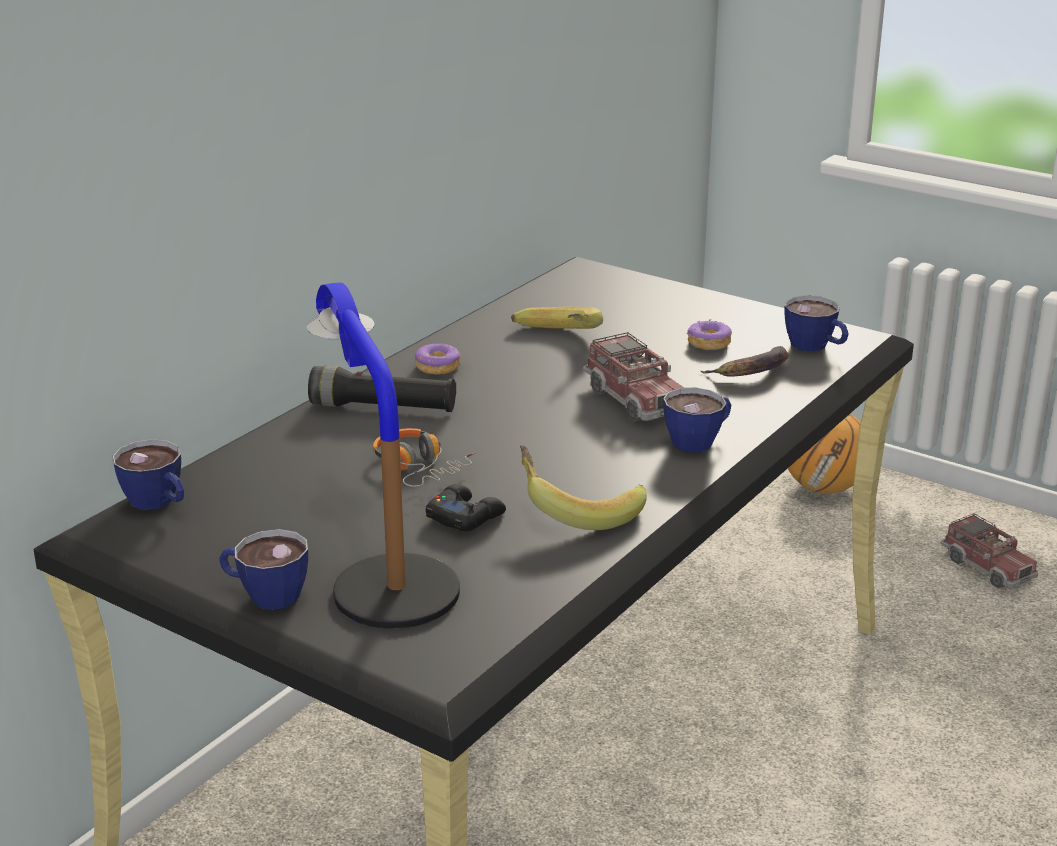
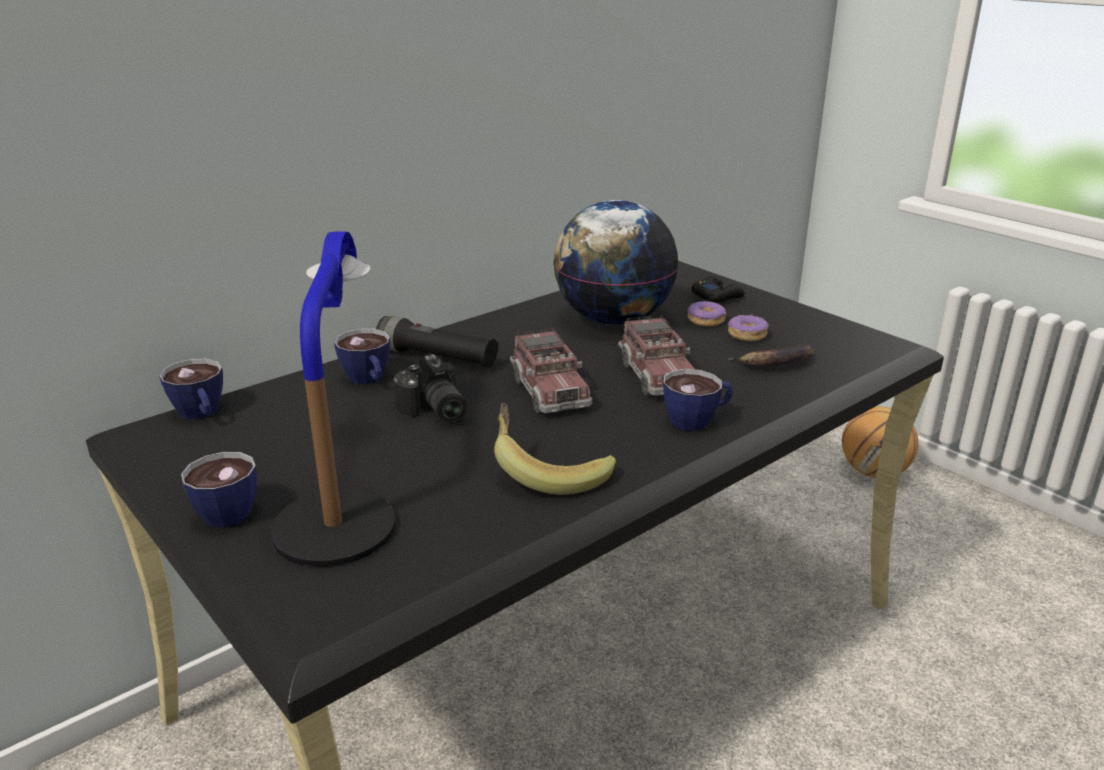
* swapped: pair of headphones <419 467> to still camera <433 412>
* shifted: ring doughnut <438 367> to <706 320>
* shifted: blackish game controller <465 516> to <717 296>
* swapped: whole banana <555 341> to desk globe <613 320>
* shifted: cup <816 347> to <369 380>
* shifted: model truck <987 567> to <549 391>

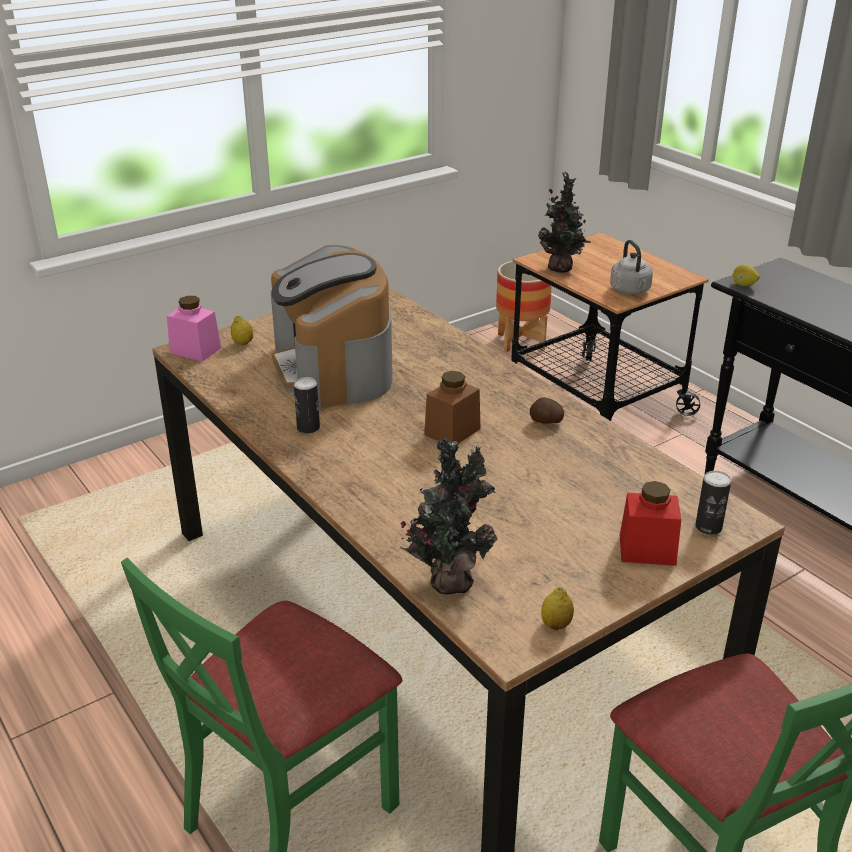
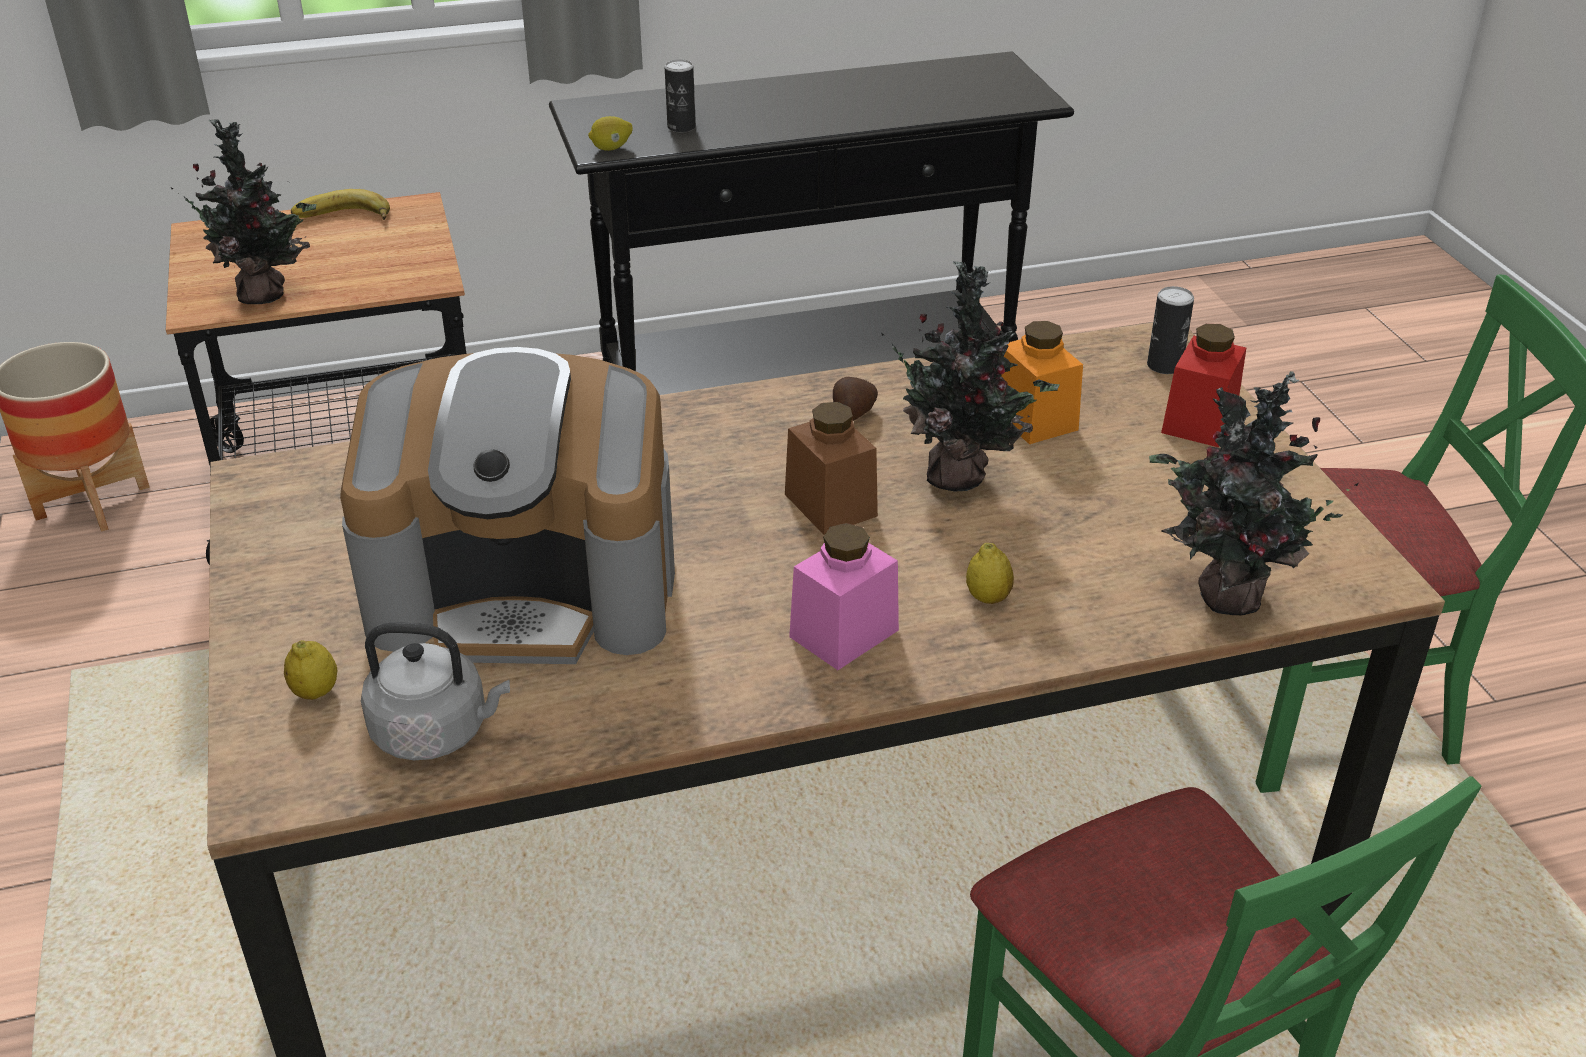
* shifted: pinkish preserve jar <195 350> to <844 633>
* shifted: sealed can <308 428> to <681 127>
* shifted: citrus fruit <556 624> to <988 598>
* shifted: greyish tea kettle <631 291> to <436 732>
* new: whole banana <343 218>
* new: potted plant <961 477>
* new: orange-coloured preserve jar <1034 419>

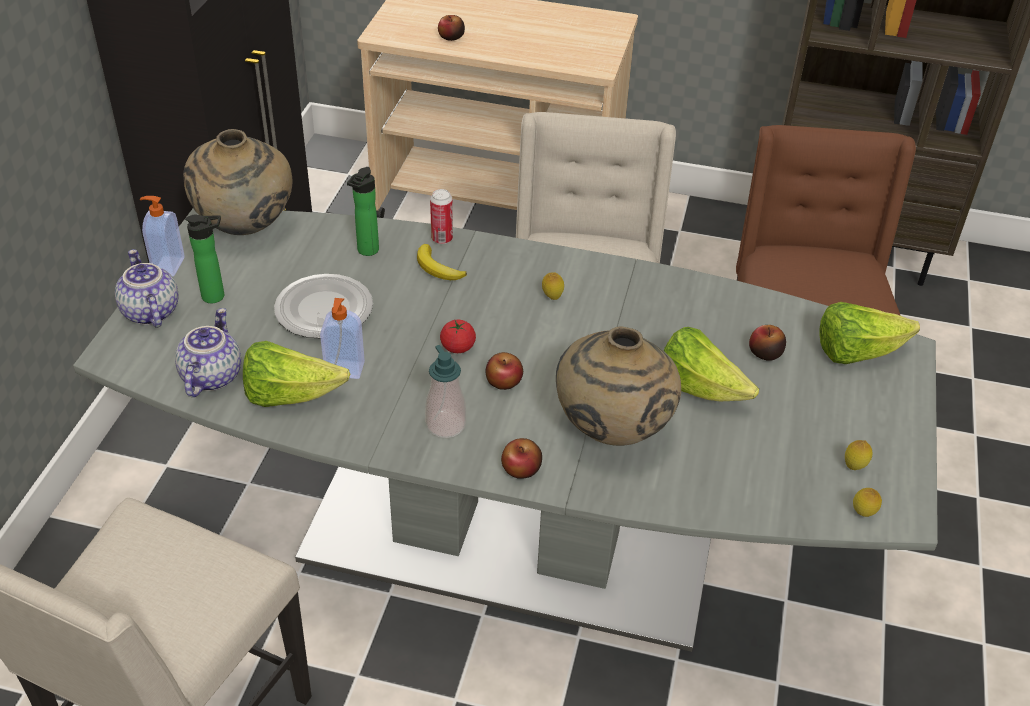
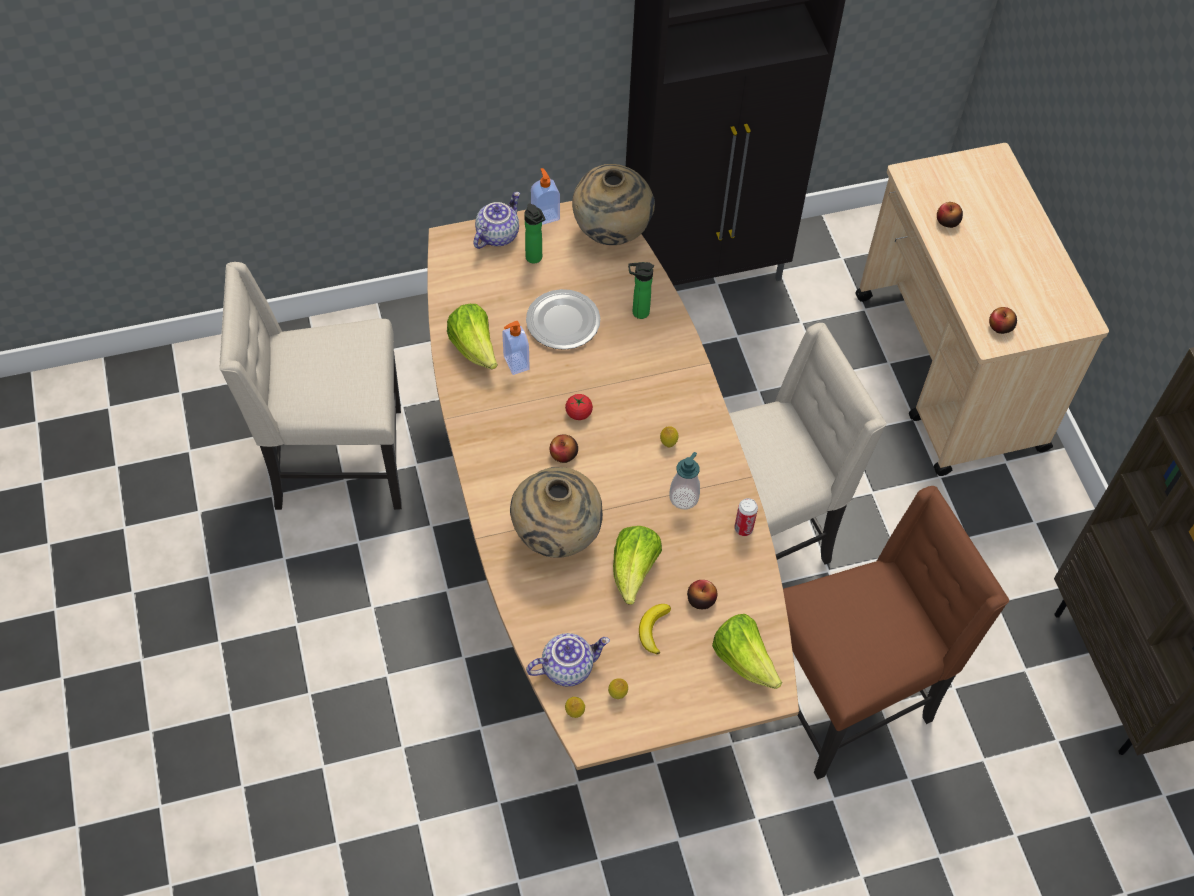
* repainted: greyish kitchen table <507 540> to brown kitchen table <592 556>
* shifted: tea pot <210 376> to <567 666>
* shifted: whole banana <437 268> to <653 629>
* shifted: liquid soap bottle <445 425> to <683 497>
* shifted: sealed can <442 239> to <743 528>
* shifted: whole apple <521 469> to <1000 327>

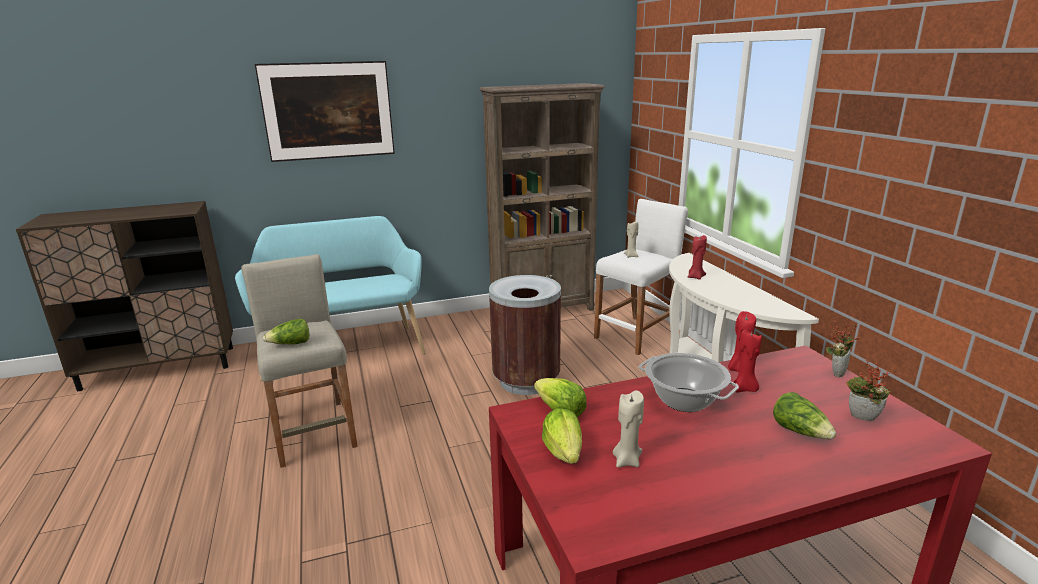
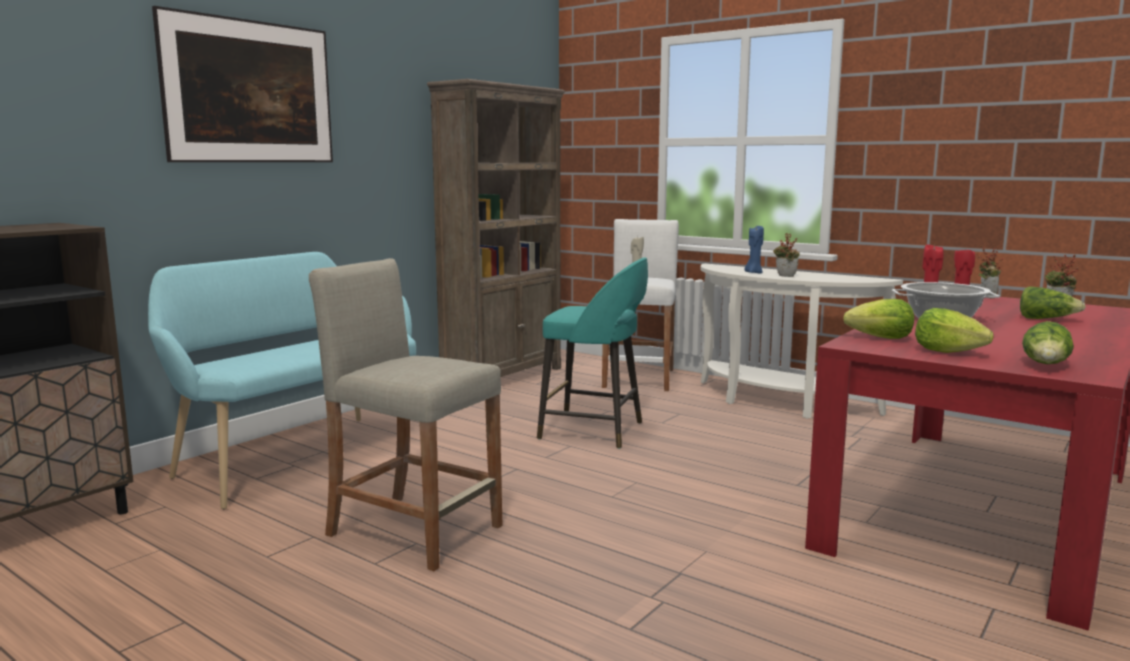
* shifted: lettuce head <291 344> to <1046 366>
* swapped: brown trash can <526 381> to blue-green stool seat <594 431>
* gone: sand-coloured wax candle <627 460>
* repainted: red wax candle <695 277> to blue wax candle <753 272>
* new: potted plant <784 276>

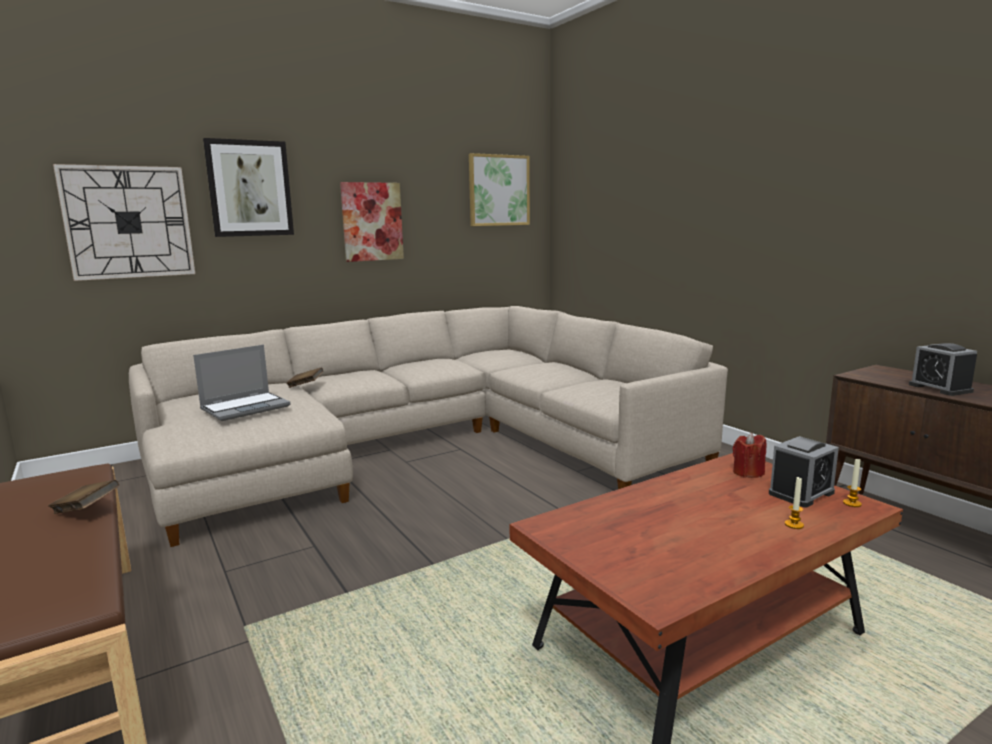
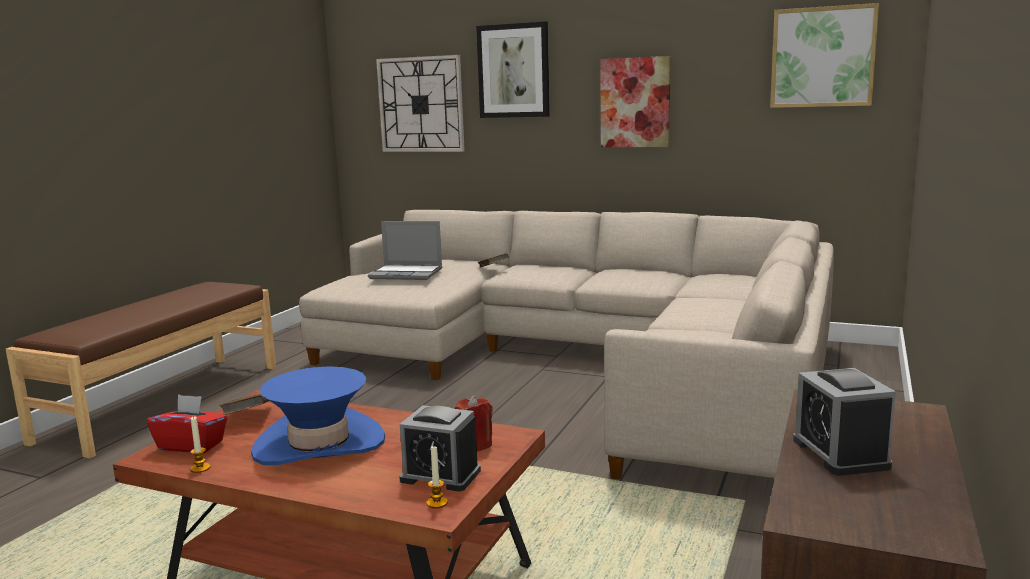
* shifted: brown book <86 511> to <249 417>
* shifted: wax candle <794 525> to <200 468>
* rotated: table clock <940 388> = <840 453> 45 degrees counterclockwise
* new: red box of tissues <191 445>
* new: blue hat <319 444>

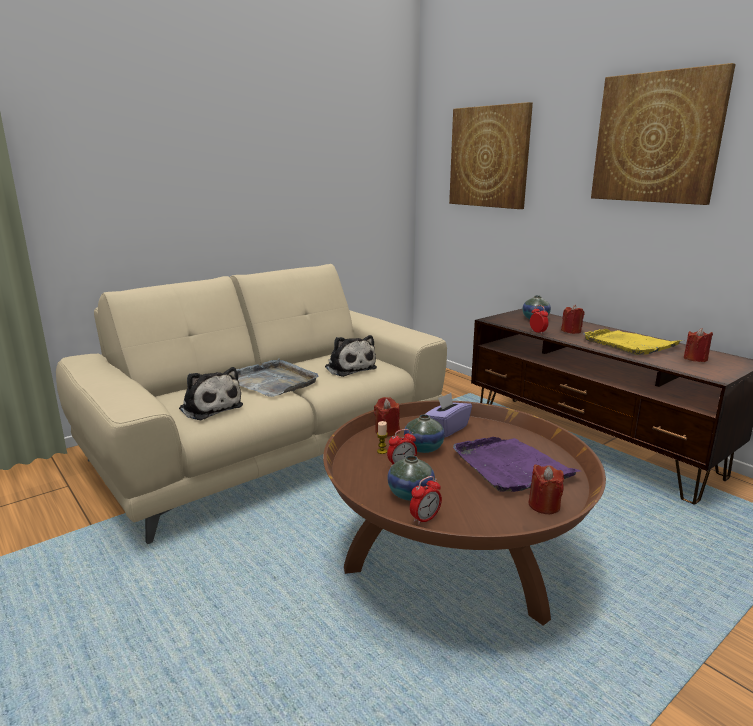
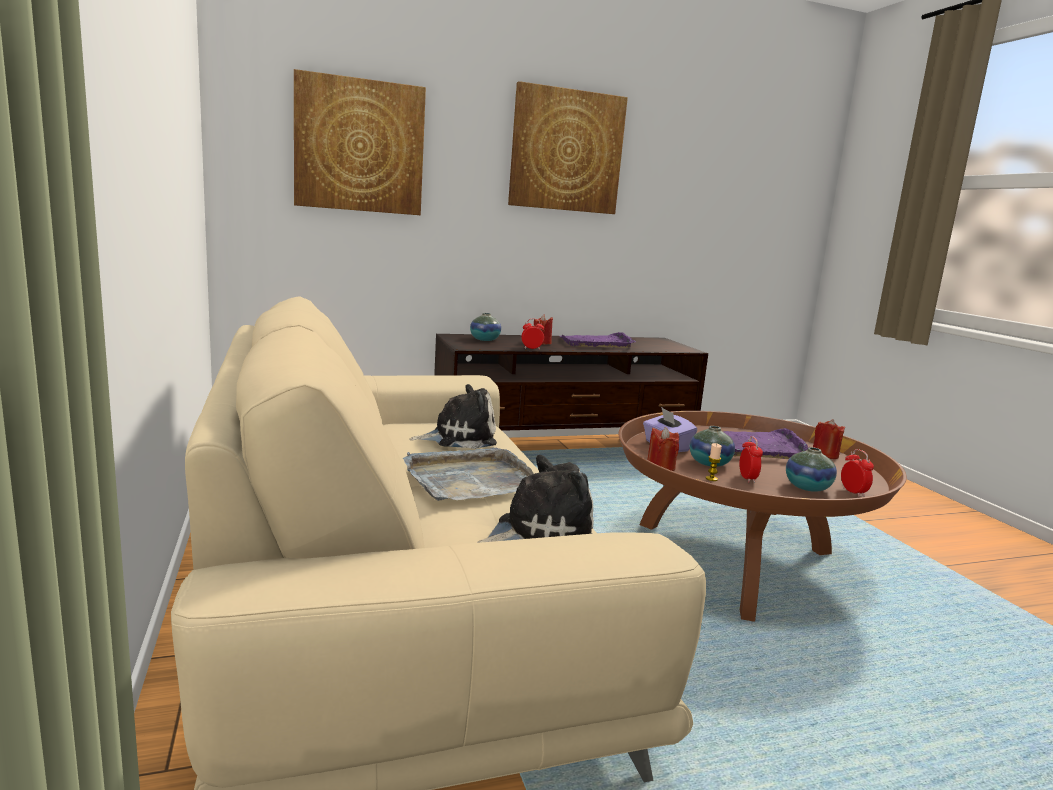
* repainted: yellow carrying tray <629 344> to purple carrying tray <597 343>
* gone: red wax candle <695 359>

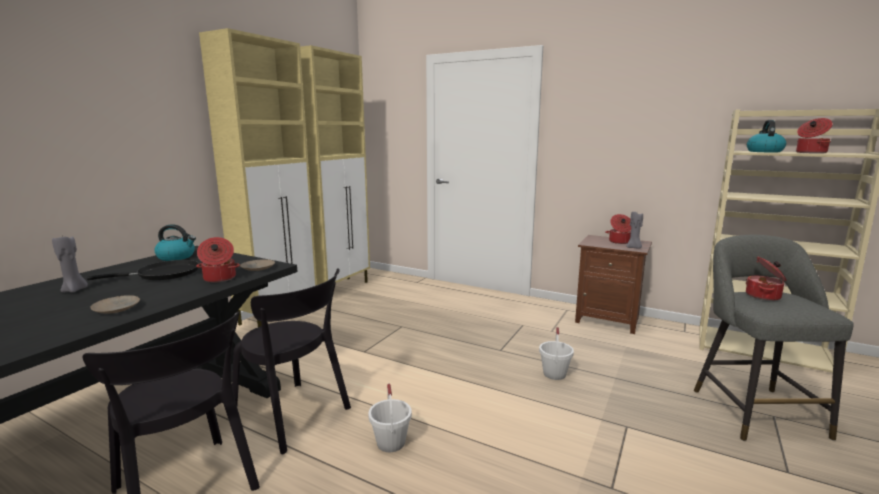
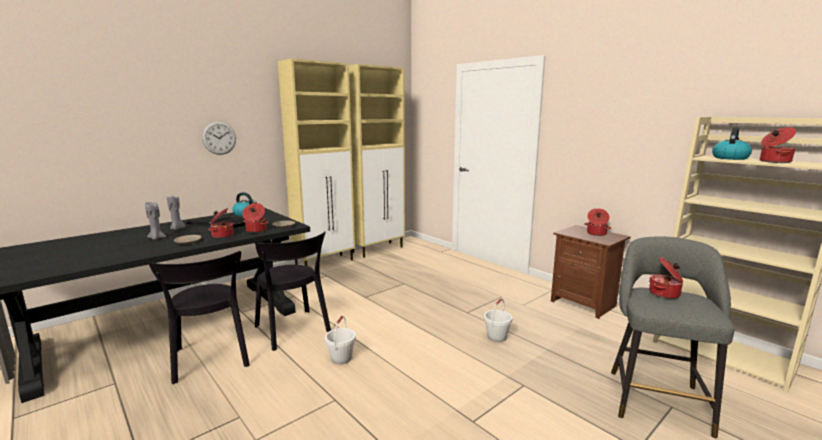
* shifted: greyish wax candle <634 248> to <156 238>
* new: clock on the wall <219 138>
* new: saucepot <222 235>

